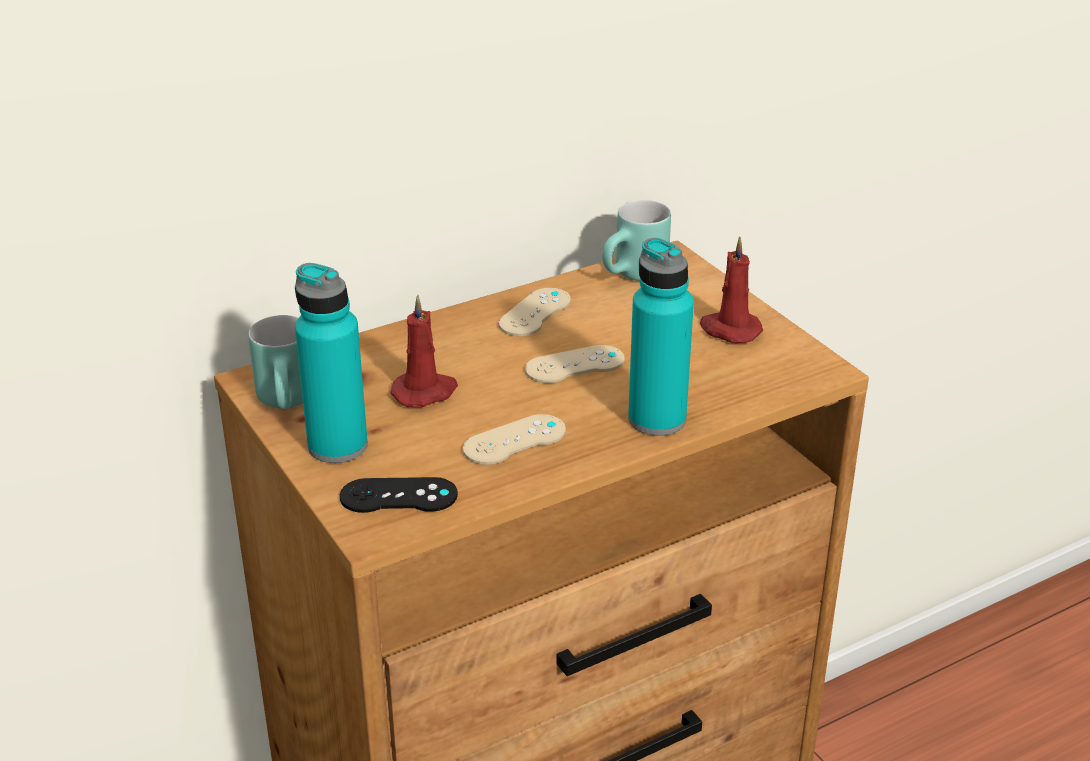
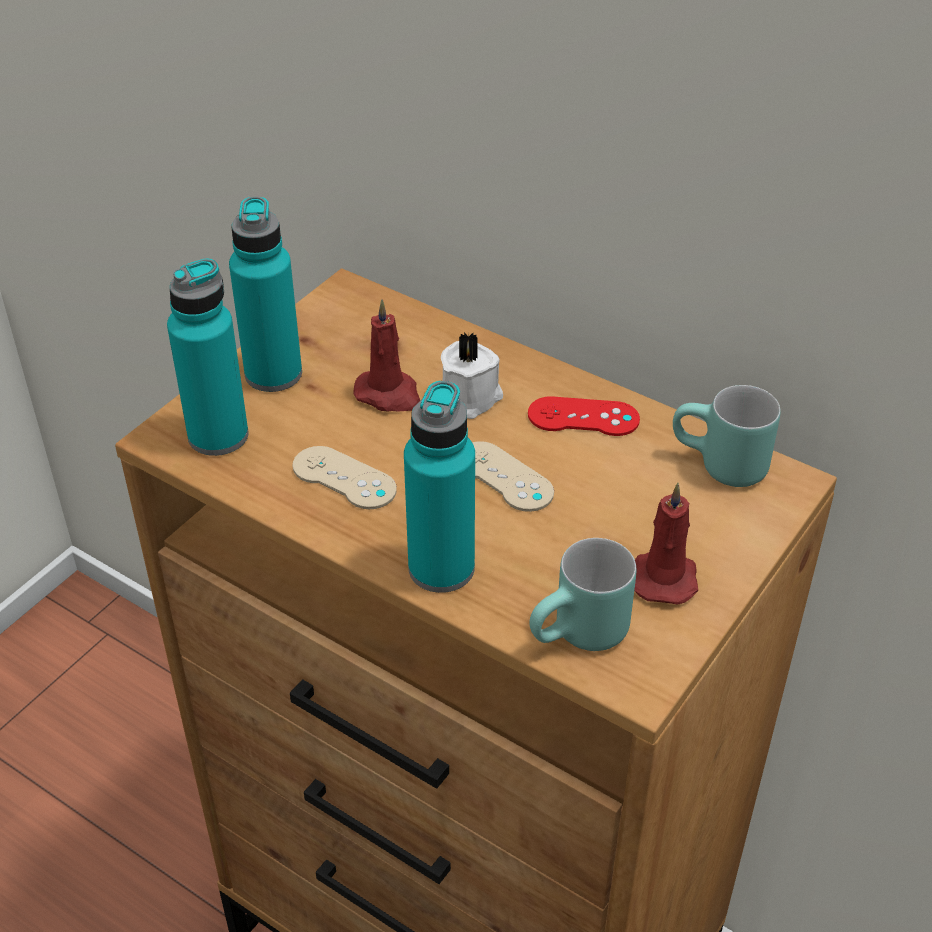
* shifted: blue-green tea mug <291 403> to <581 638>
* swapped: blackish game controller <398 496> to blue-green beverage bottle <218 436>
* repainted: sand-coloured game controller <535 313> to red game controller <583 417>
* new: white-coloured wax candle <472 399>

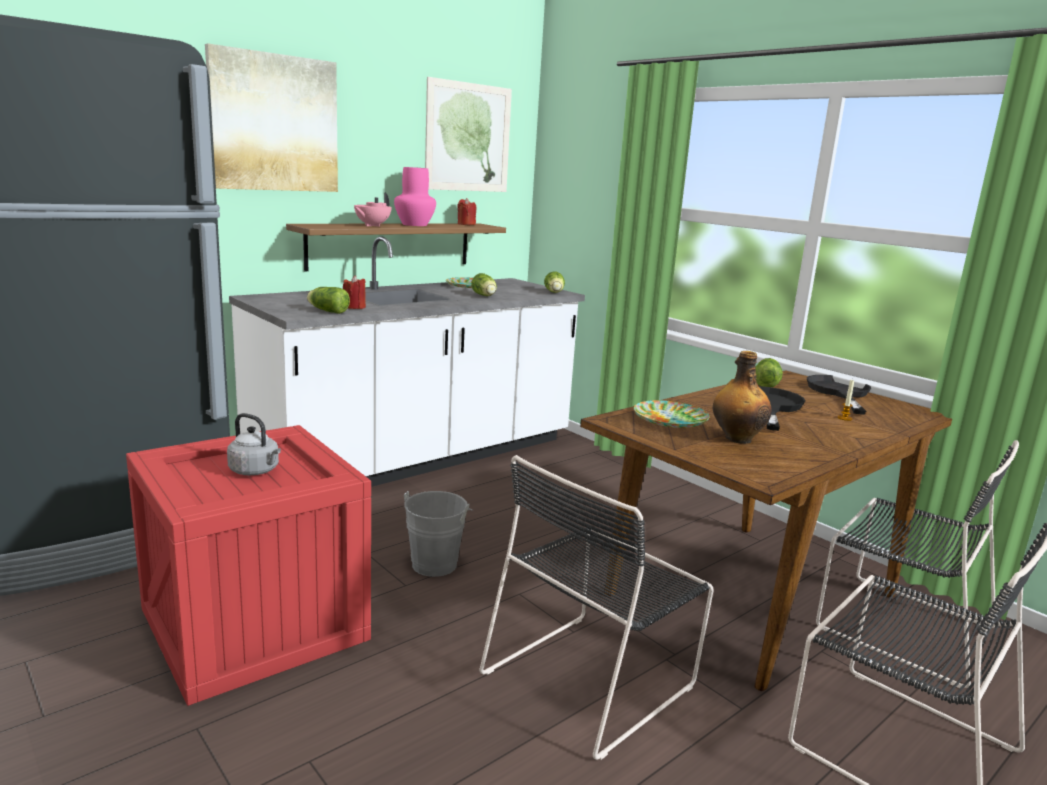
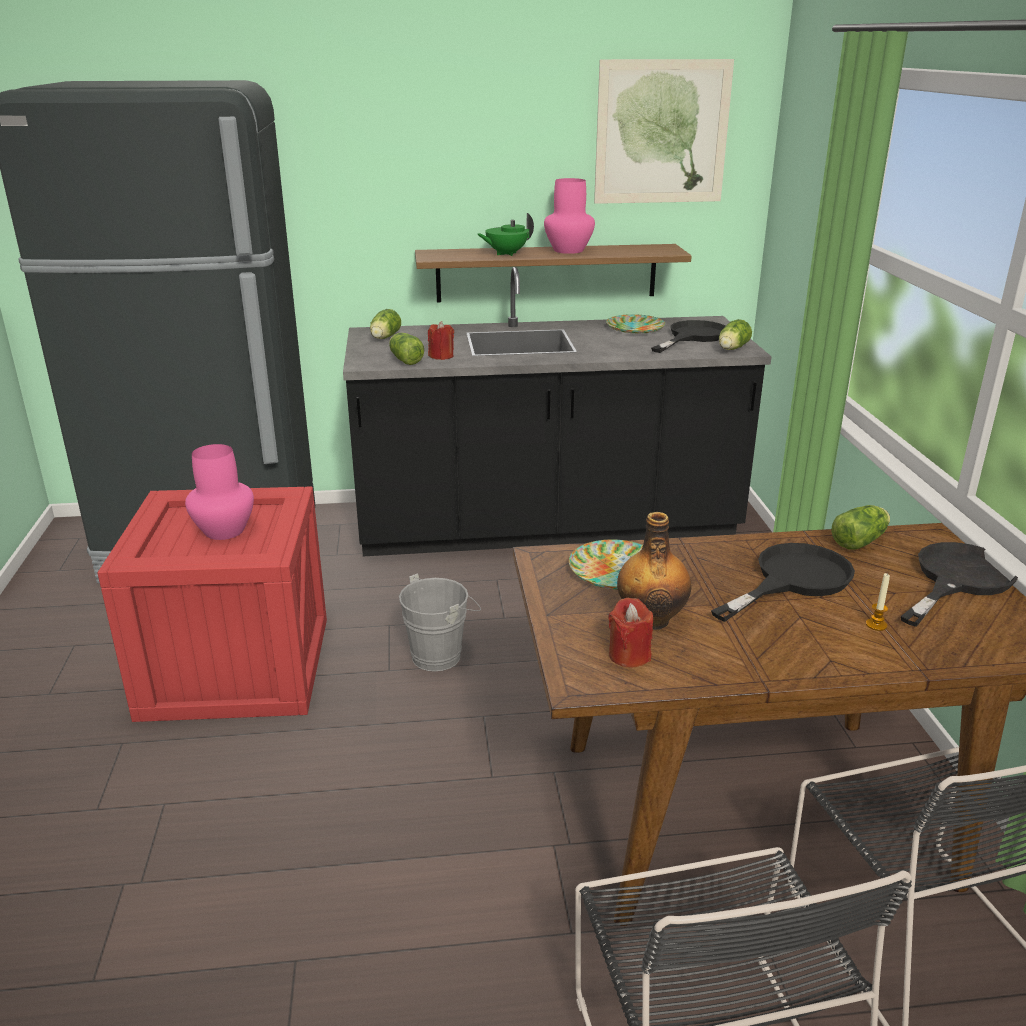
* gone: picture <274 123>
* swapped: greyish tea kettle <256 471> to pinkish decorative vase <225 531>
* repainted: white-coloured kitchen base unit <418 458> to blackish kitchen base unit <546 526>
* repainted: pinkish tea pot <372 225> to green tea pot <506 254>
* shifted: red wax candle <466 224> to <629 655>
* shifted: lettuce head <484 296> to <384 338>
* gone: blackish chair <592 676>
* new: blackish pan <692 337>

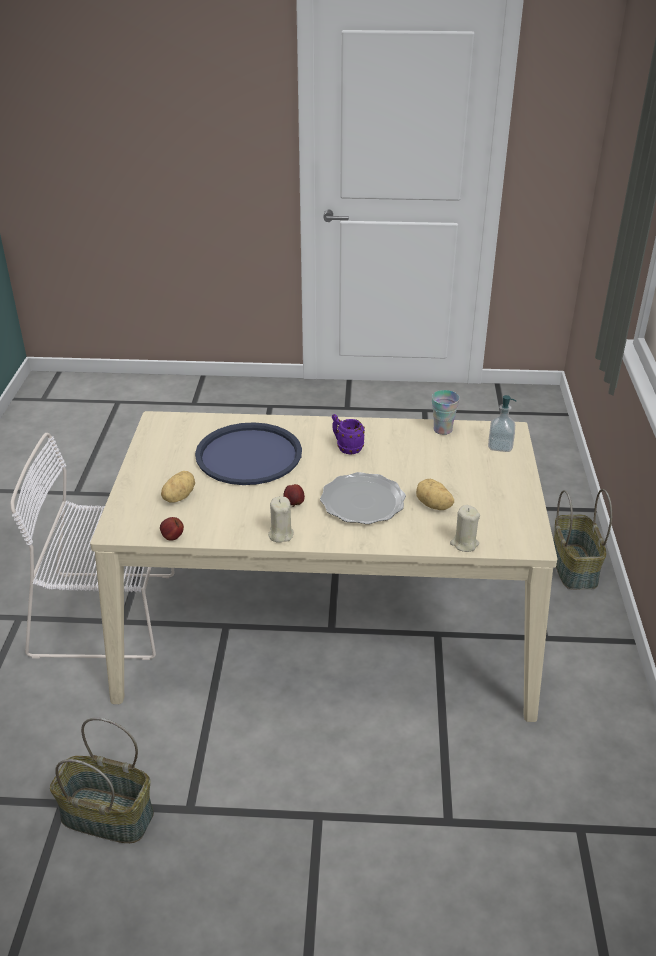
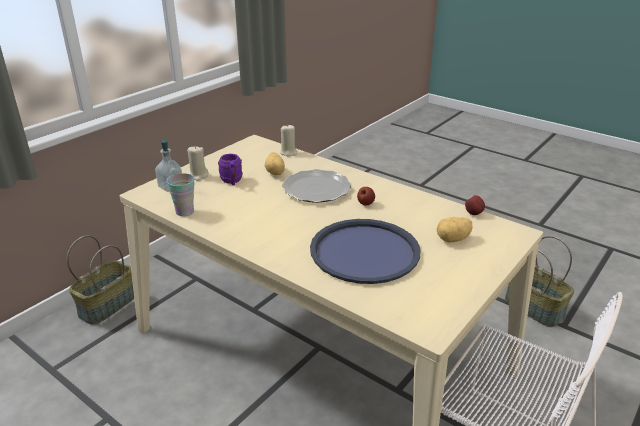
* shifted: sand-coloured wax candle <280 534> to <198 176>
* shifted: purple tea mug <346 447> to <232 182>

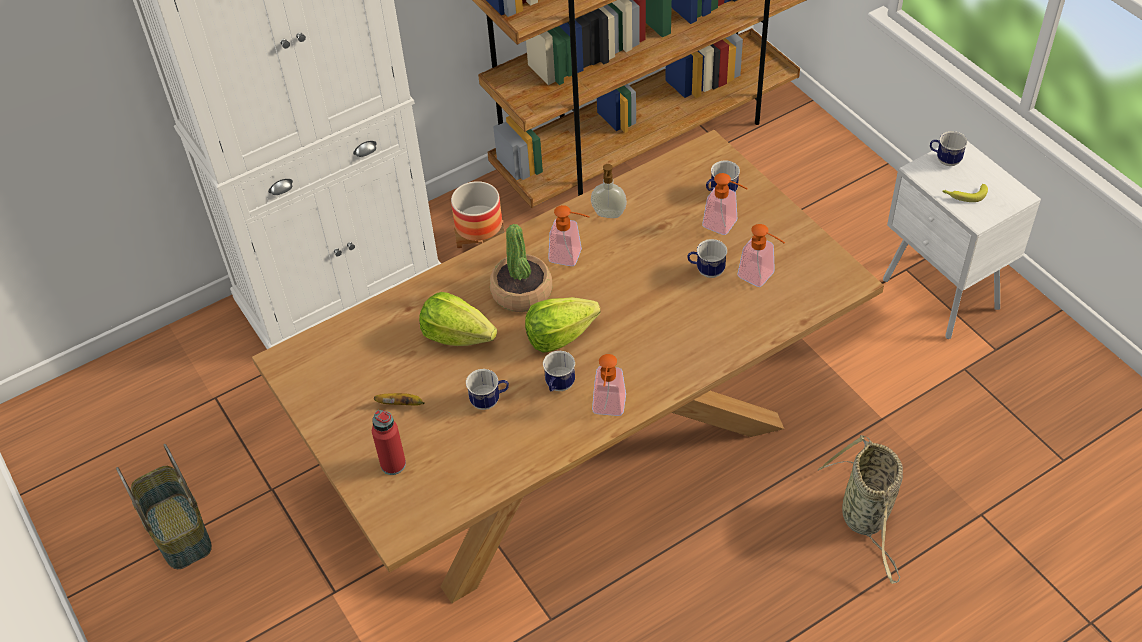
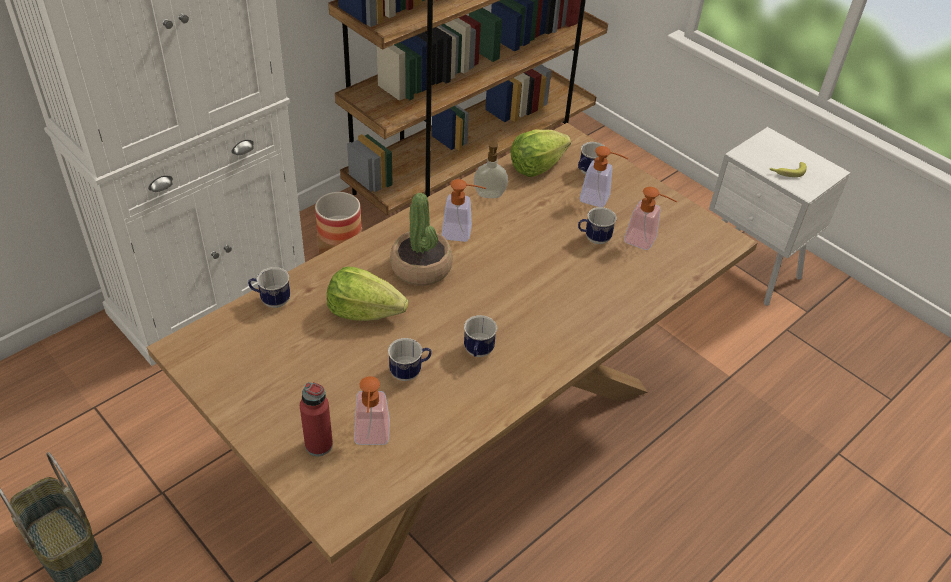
* gone: whole banana <402 404>
* shifted: lettuce head <559 336> to <536 166>
* shifted: liquid soap bottle <608 409> to <371 438>
* gone: storage basket <866 518>
* shifted: tea mug <944 160> to <271 300>

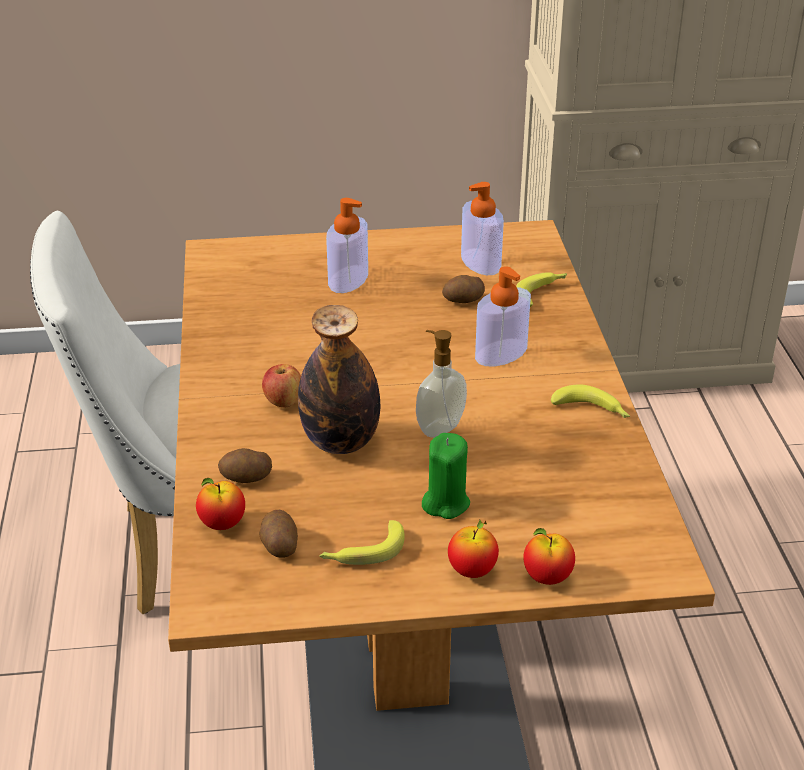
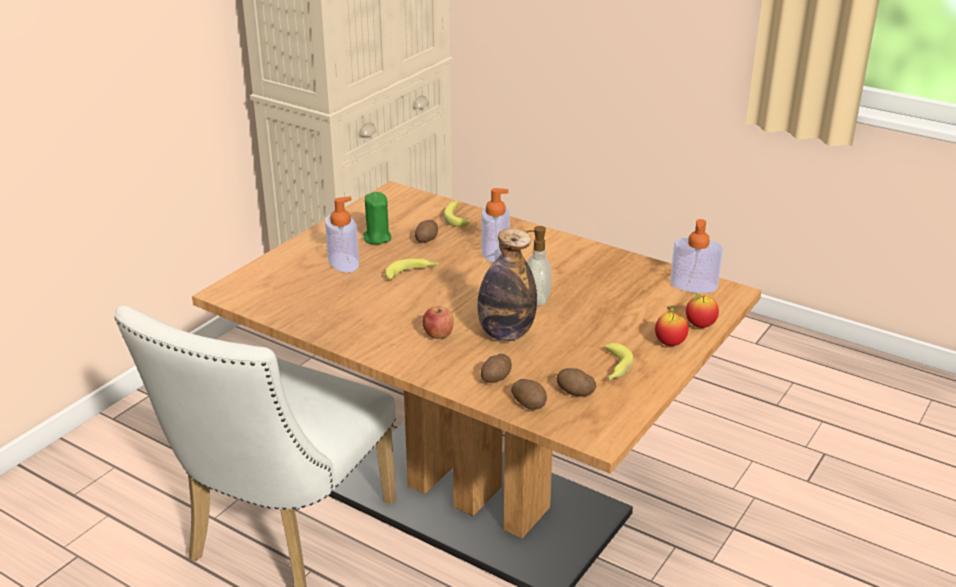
* swapped: whole apple <222 524> to whole potato <529 403>
* shifted: green wax candle <445 503> to <377 238>
* shifted: liquid soap bottle <480 262> to <693 286>
* shifted: whole banana <592 411> to <412 273>

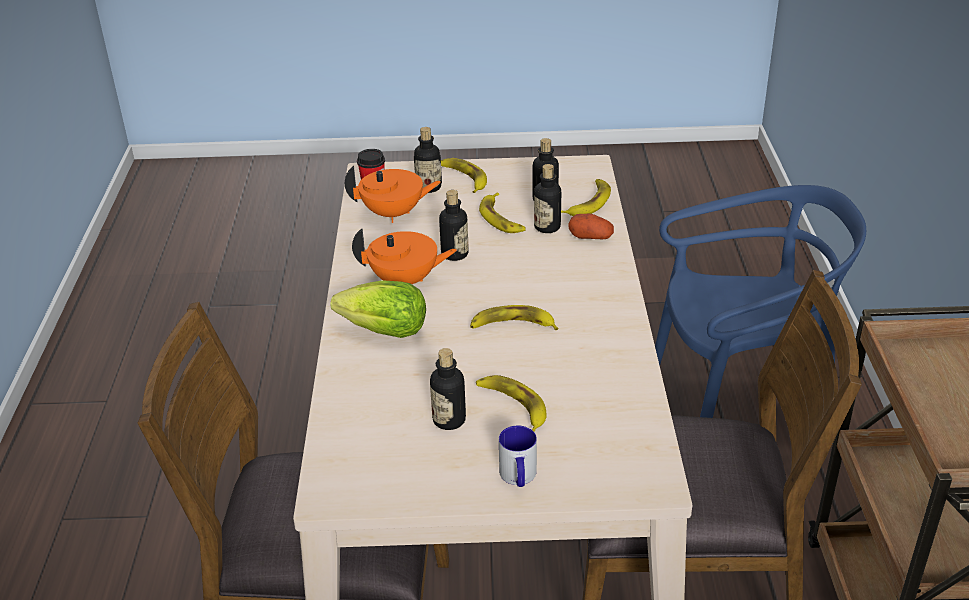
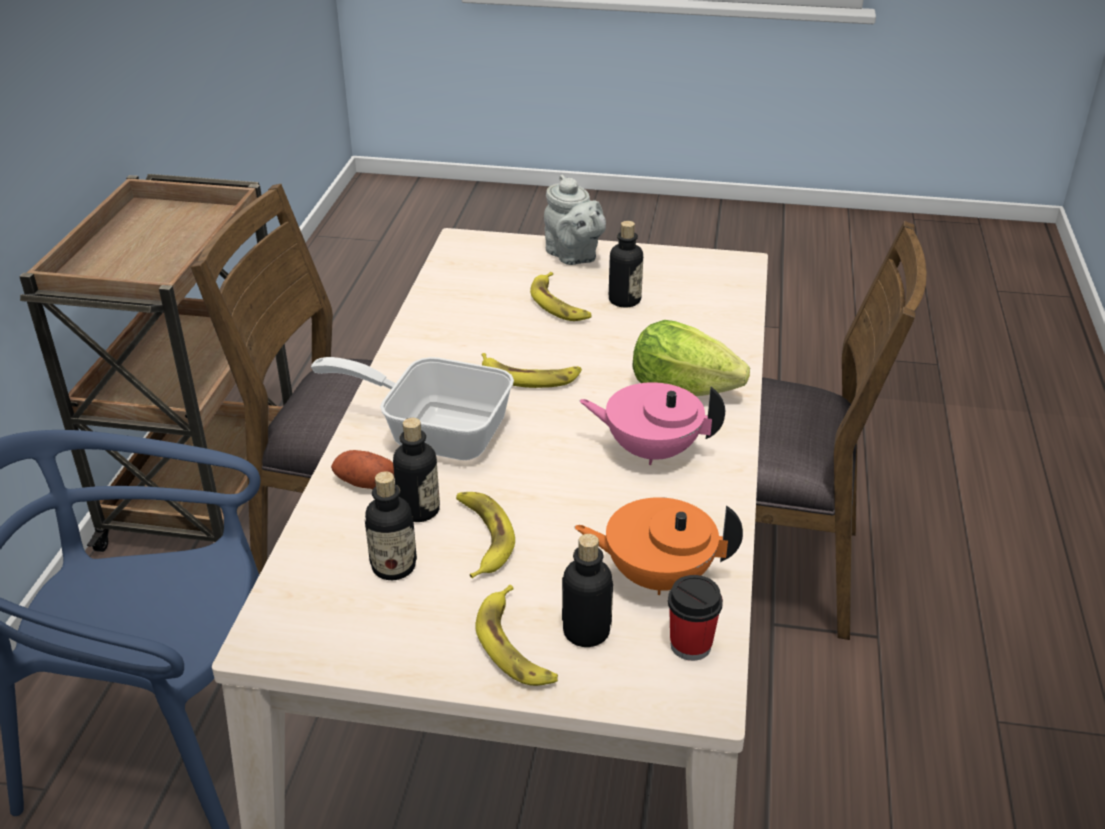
* repainted: orange-coloured tea pot <405 281> to pinkish tea pot <651 450>
* gone: beverage bottle <454 254>
* swapped: tea mug <518 477> to greyish tea pot <573 256>
* gone: whole banana <588 202>
* new: pan <434 431>

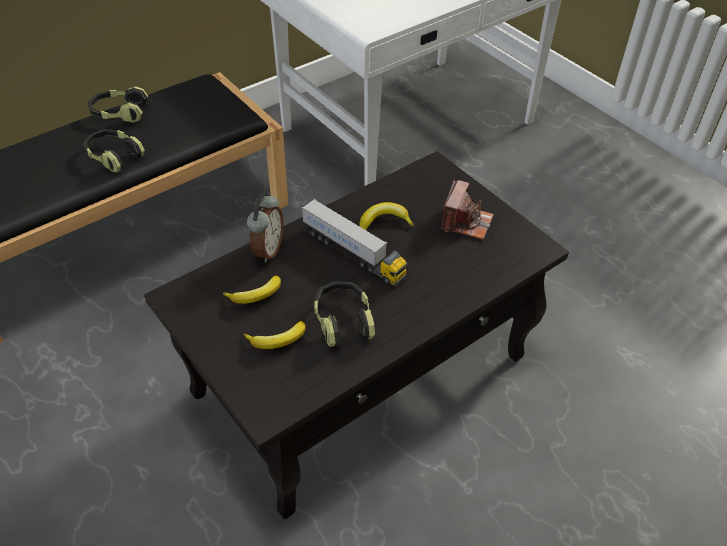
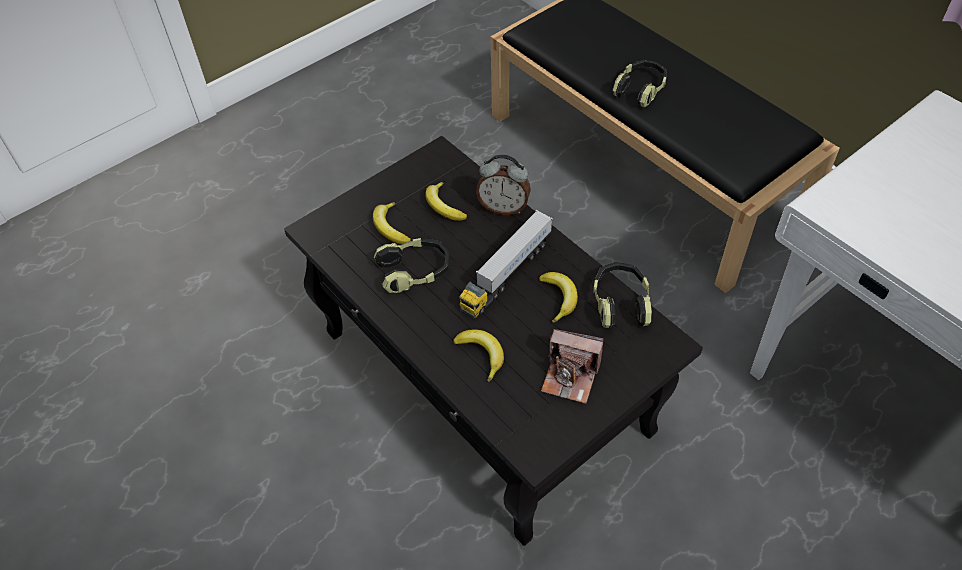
* shifted: pair of headphones <119 113> to <620 303>
* new: whole banana <482 354>

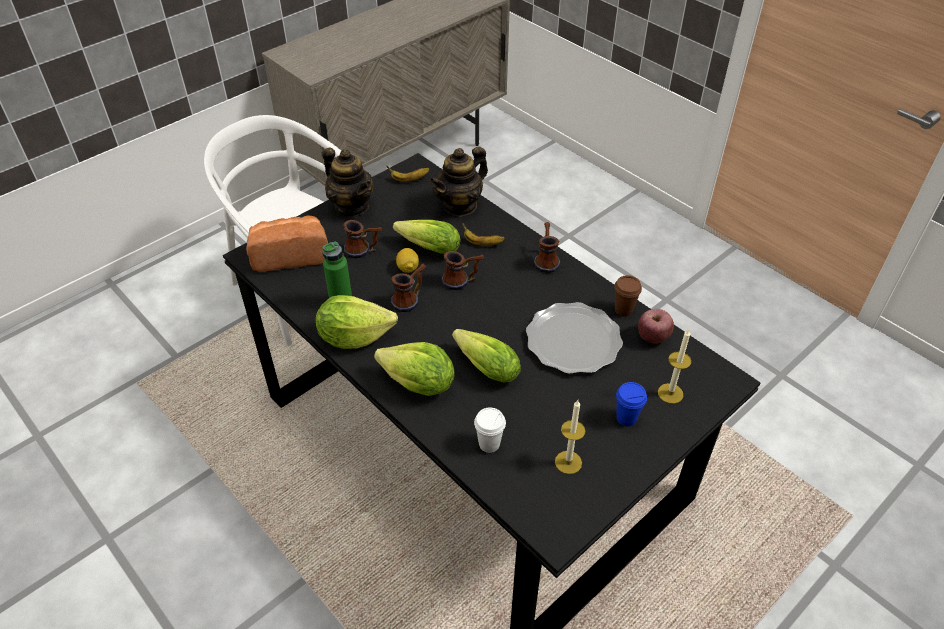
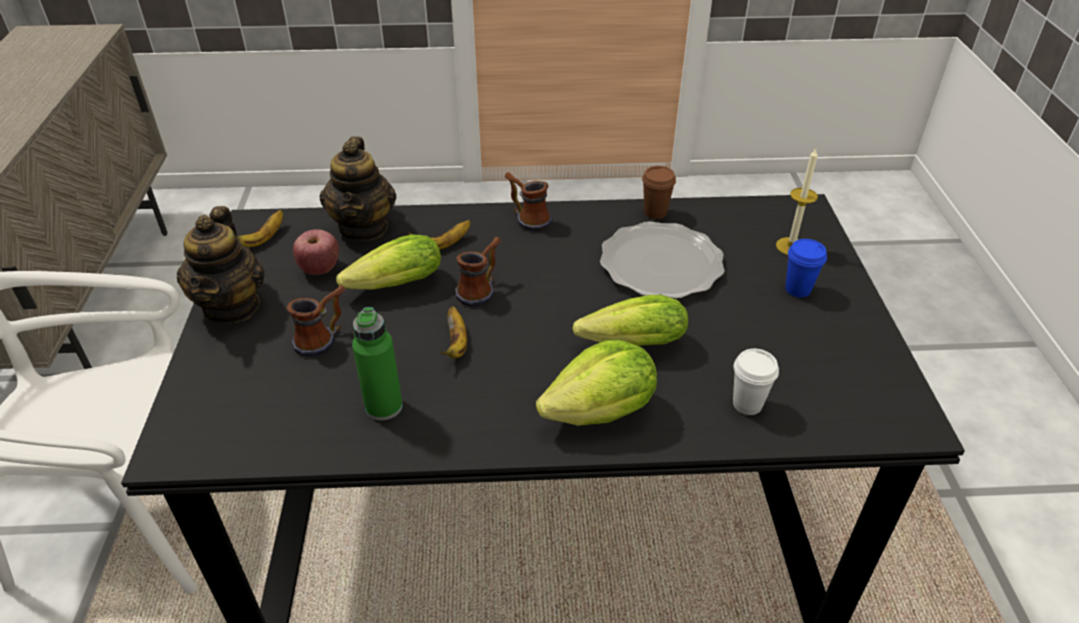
* gone: baked bread <290 255>
* gone: lettuce head <354 337>
* rotated: tea pot <352 206> = <232 306> 90 degrees clockwise
* swapped: tea mug <410 299> to whole banana <456 344>
* gone: citrus fruit <407 268>
* gone: wax candle <568 462>
* shifted: whole apple <653 337> to <320 269>

